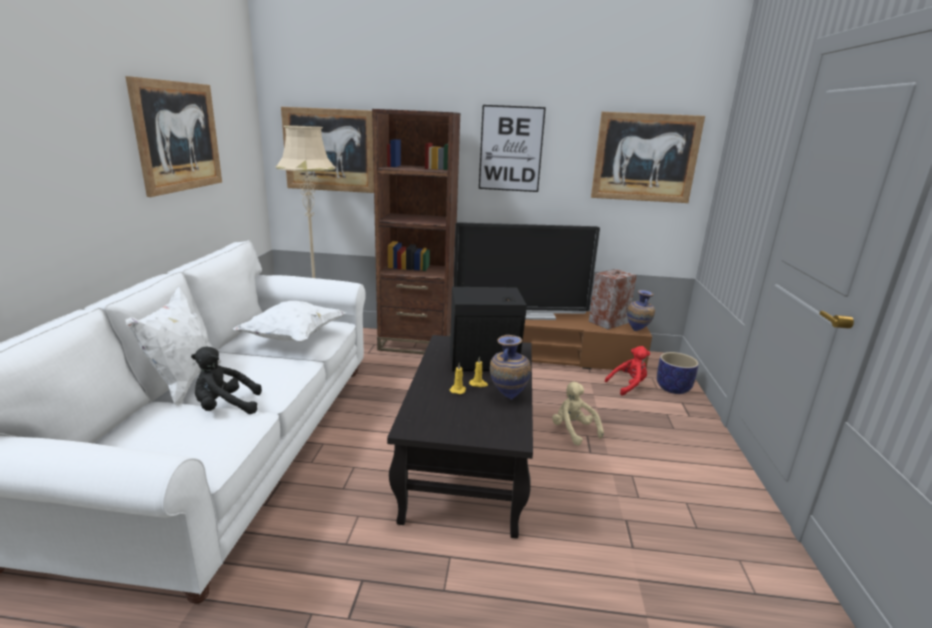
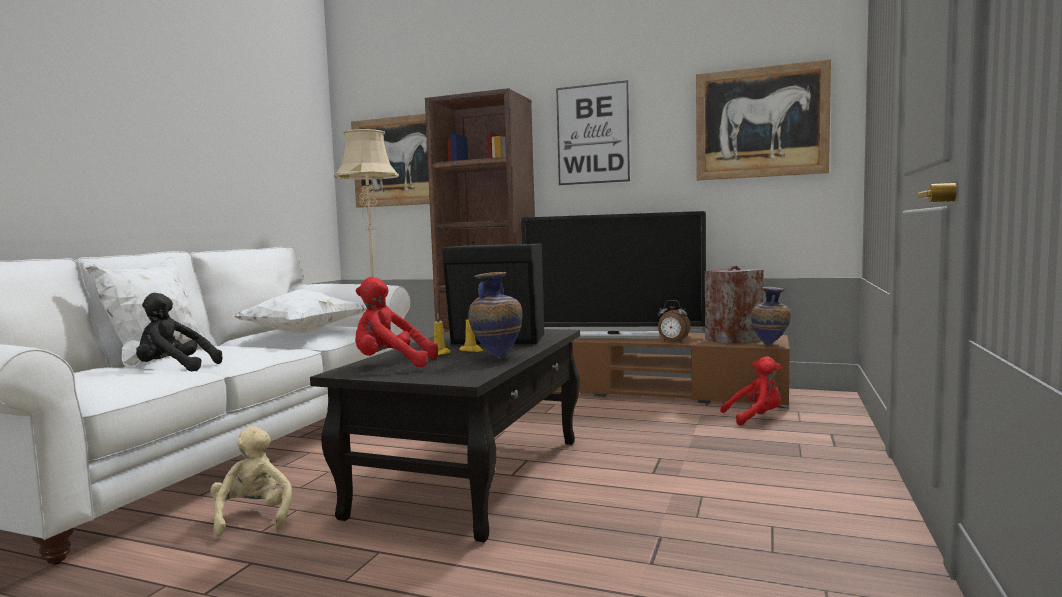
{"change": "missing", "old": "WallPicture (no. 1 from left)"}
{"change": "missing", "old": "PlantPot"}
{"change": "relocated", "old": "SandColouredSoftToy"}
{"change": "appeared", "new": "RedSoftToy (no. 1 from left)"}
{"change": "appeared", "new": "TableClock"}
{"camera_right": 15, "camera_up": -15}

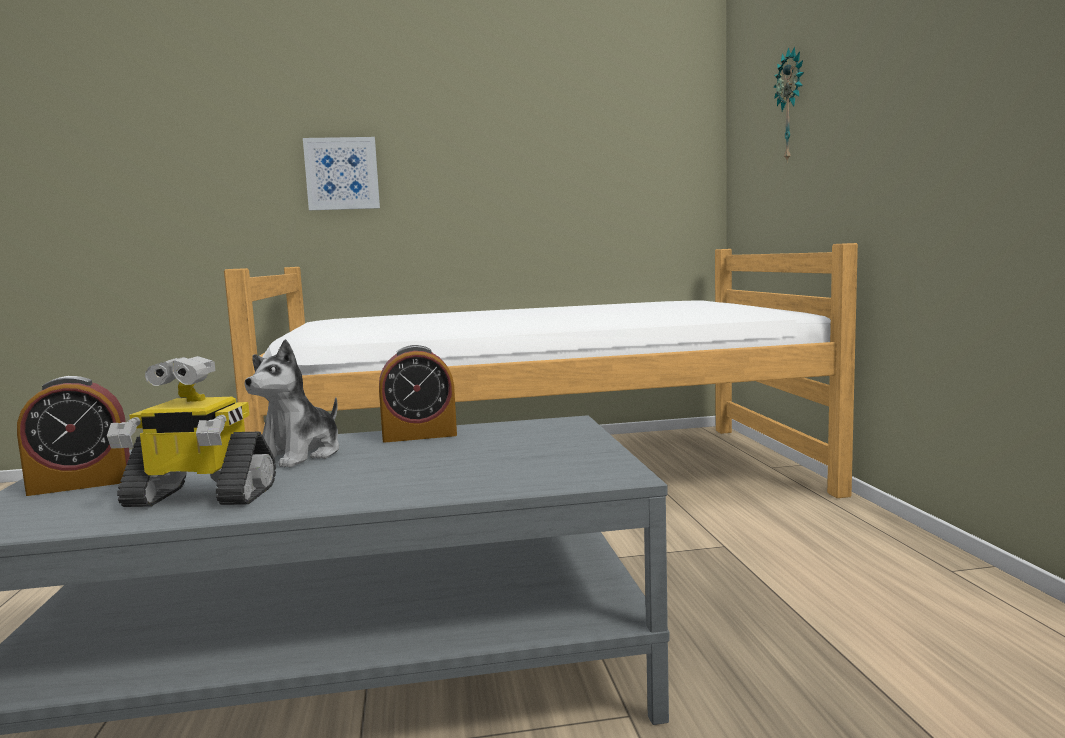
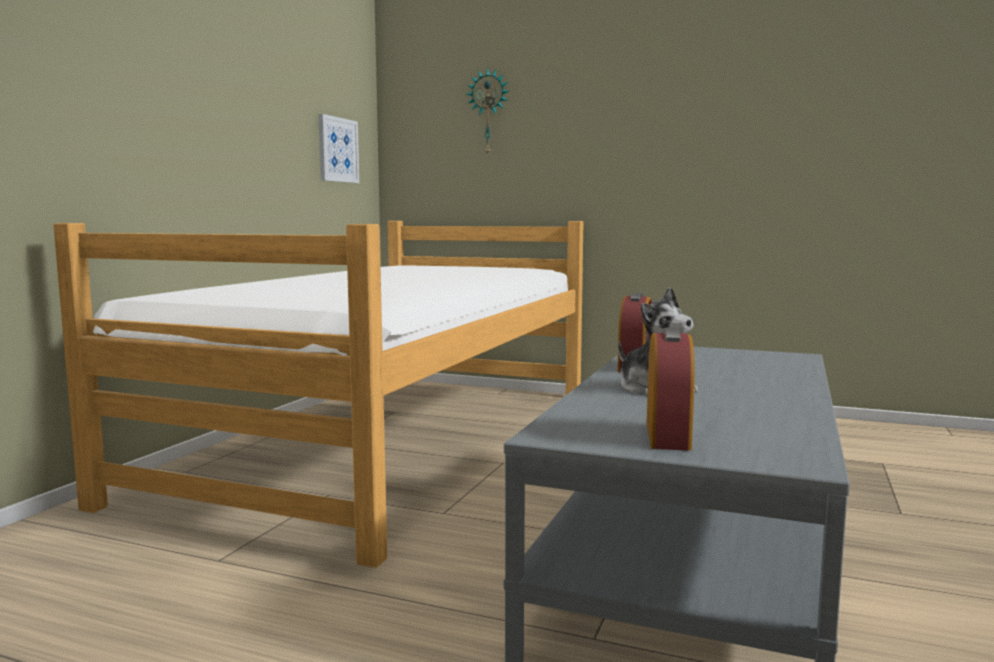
{"change": "relocated", "old": "WallPicture"}
{"change": "missing", "old": "ModelRobot"}
{"camera_right": -60, "camera_up": 0}

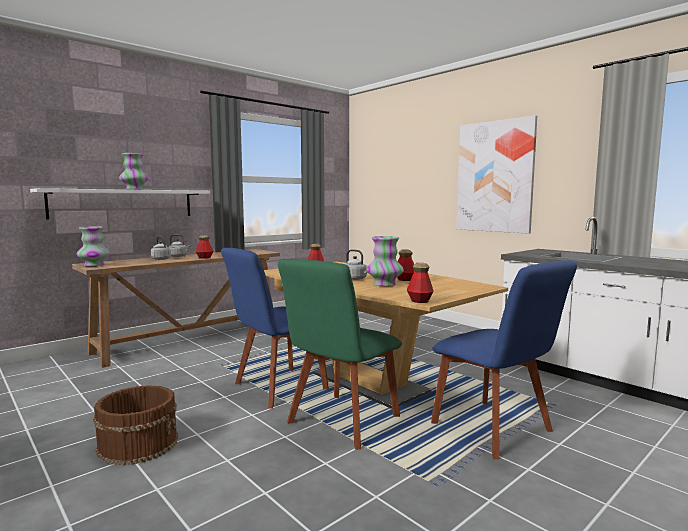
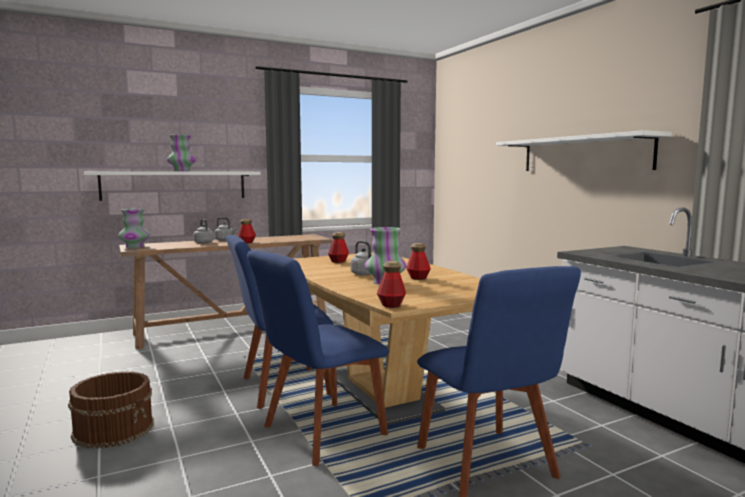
{"change": "exchanged", "old": "WallPicture", "new": "WhitishWallShelf (no. 2 from left)"}
{"change": "colour", "old": "GreenChair", "new": "BluishChair (no. 2 from left)"}
{"camera_right": 15, "camera_up": 0}

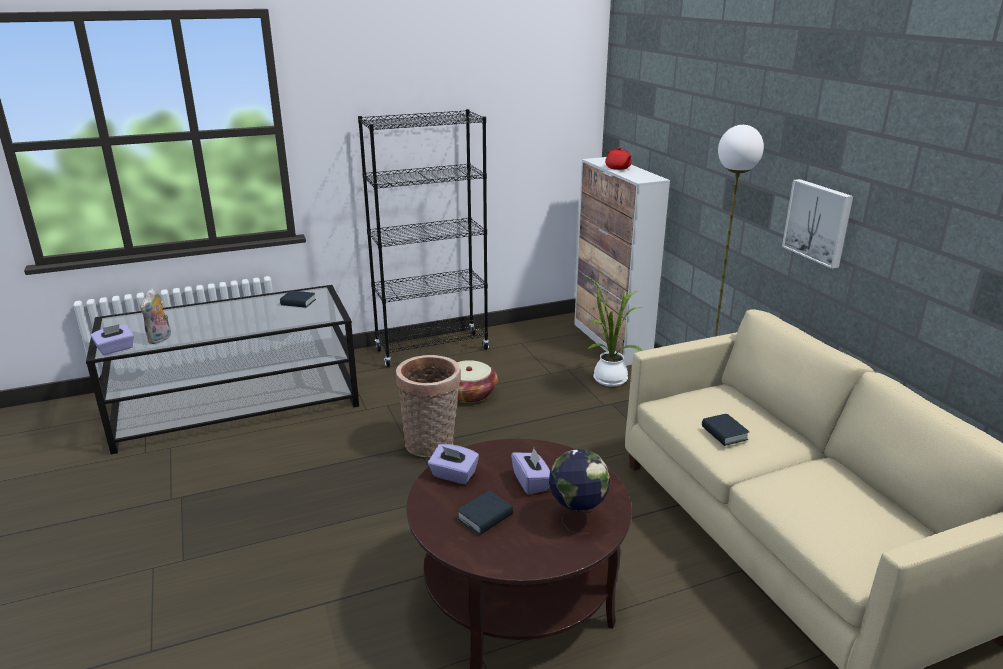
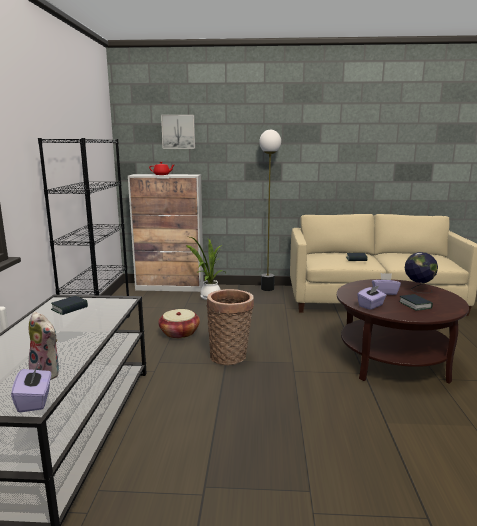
{"change": "relocated", "old": "WallPicture"}
{"camera_right": -65, "camera_up": -10}

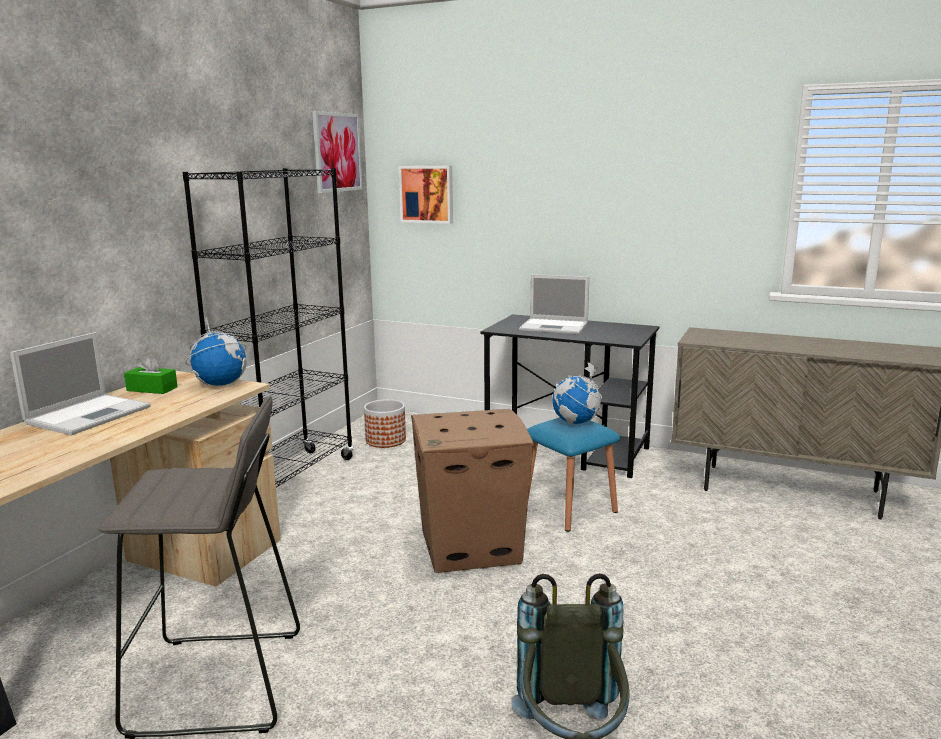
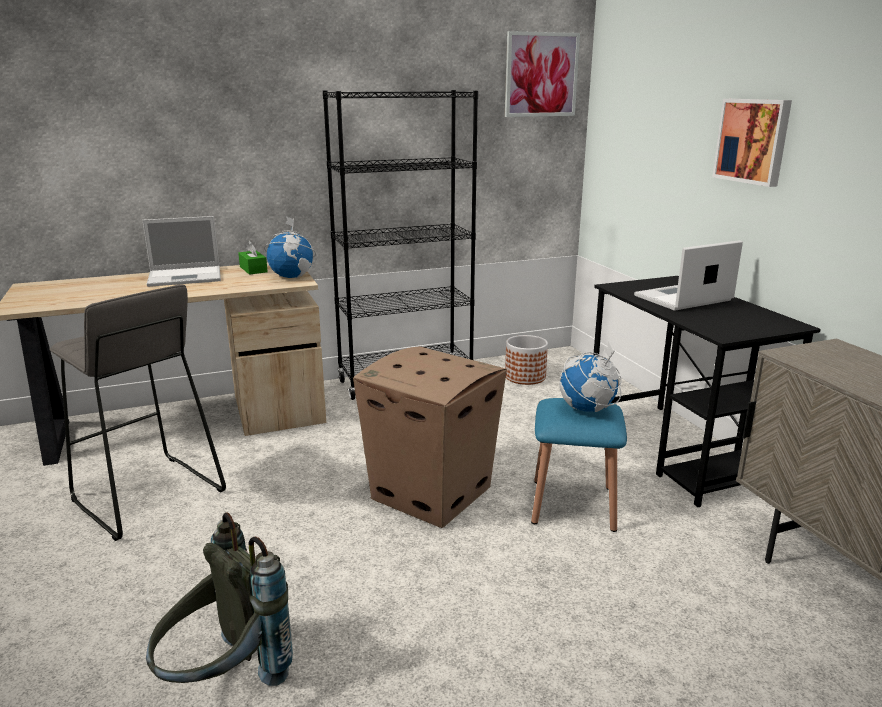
{"change": "relocated", "old": "WallPicture (no. 2 from left)"}
{"change": "spun", "old": "Laptop (no. 2 from left)", "degrees": 90}
{"camera_right": 45, "camera_up": 5}

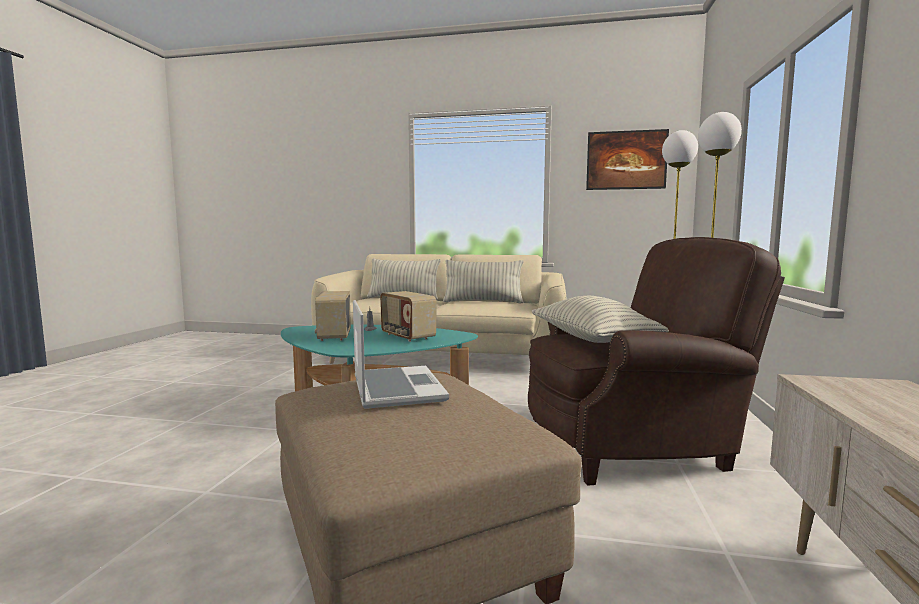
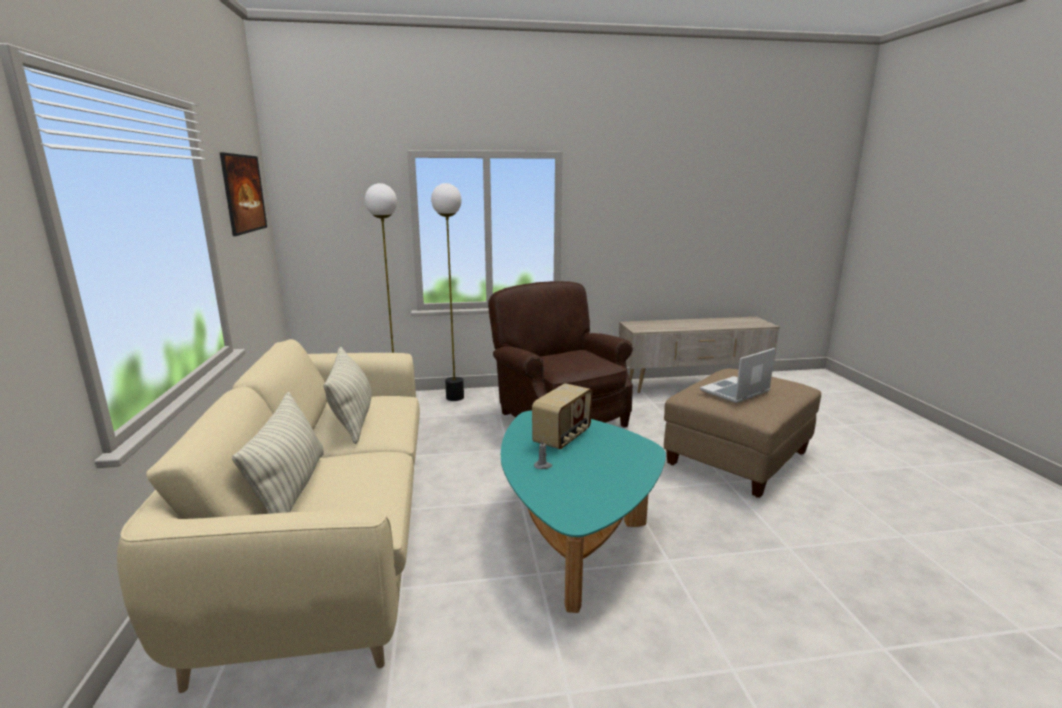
{"change": "missing", "old": "Radio (no. 1 from left)"}
{"change": "missing", "old": "ThrowPillow (no. 3 from left)"}
{"camera_right": -110, "camera_up": 10}

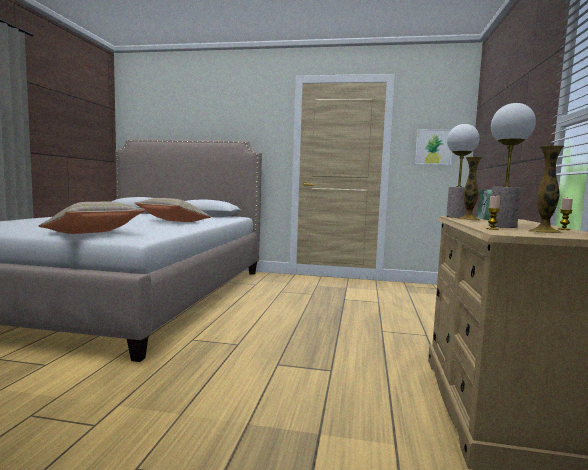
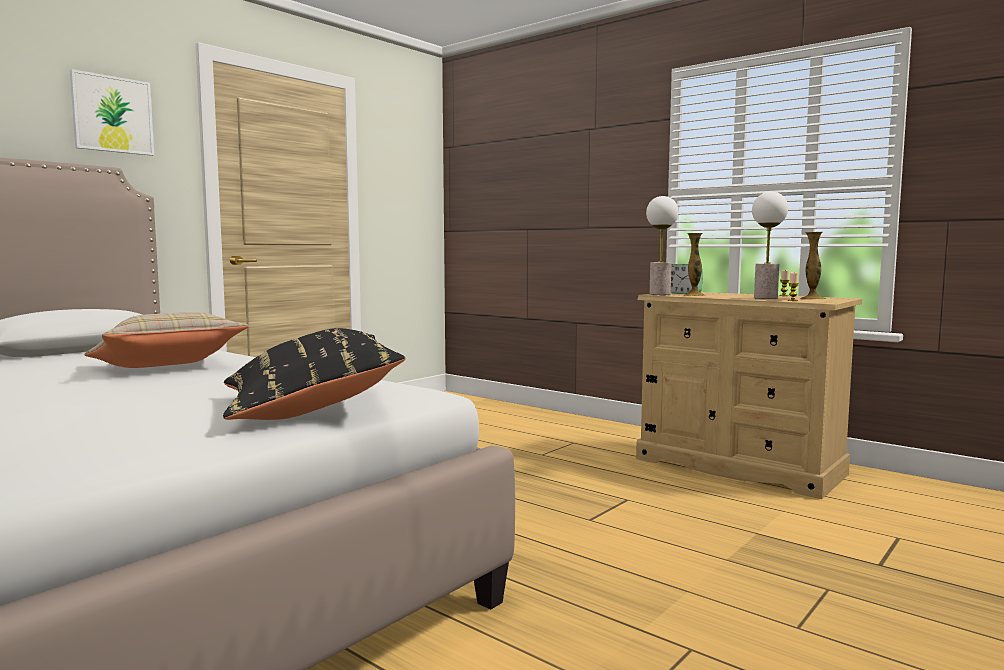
{"change": "relocated", "old": "WallPicture"}
{"change": "colour", "old": "SandColouredThrowPillow (no. 1 from left)", "new": "BlackColouredThrowPillow"}
{"camera_right": -60, "camera_up": 0}

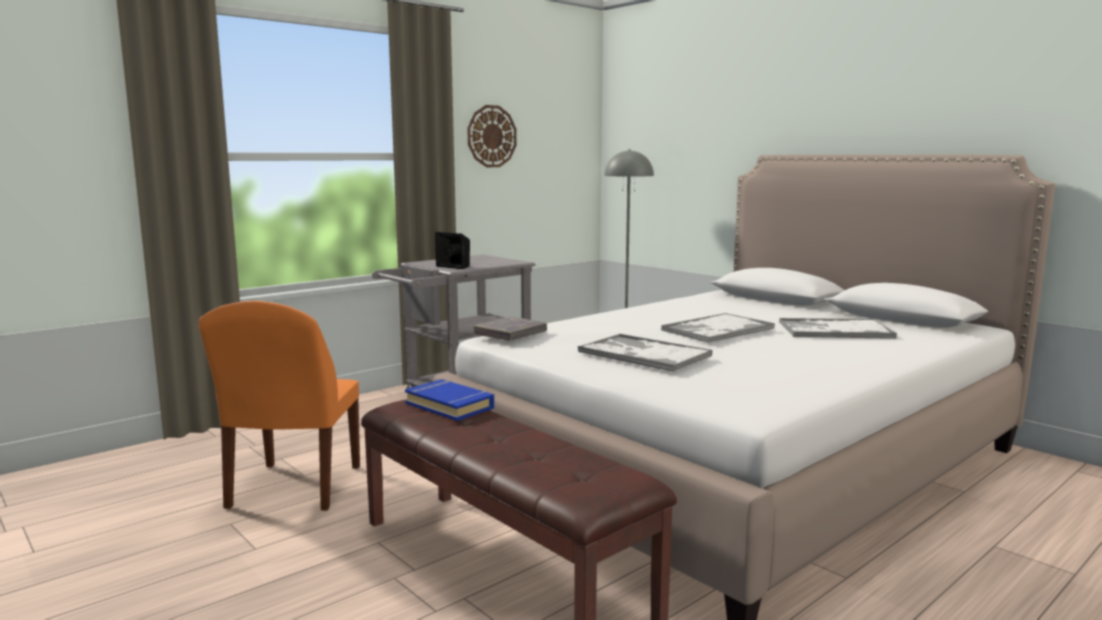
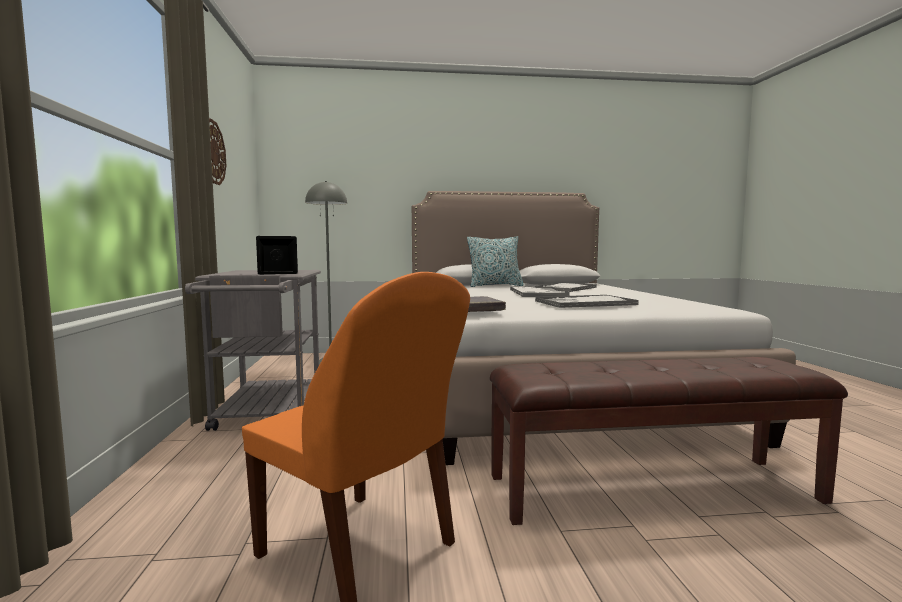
{"change": "missing", "old": "BluishVolume"}
{"change": "appeared", "new": "ThrowPillow"}
{"camera_right": -55, "camera_up": -5}

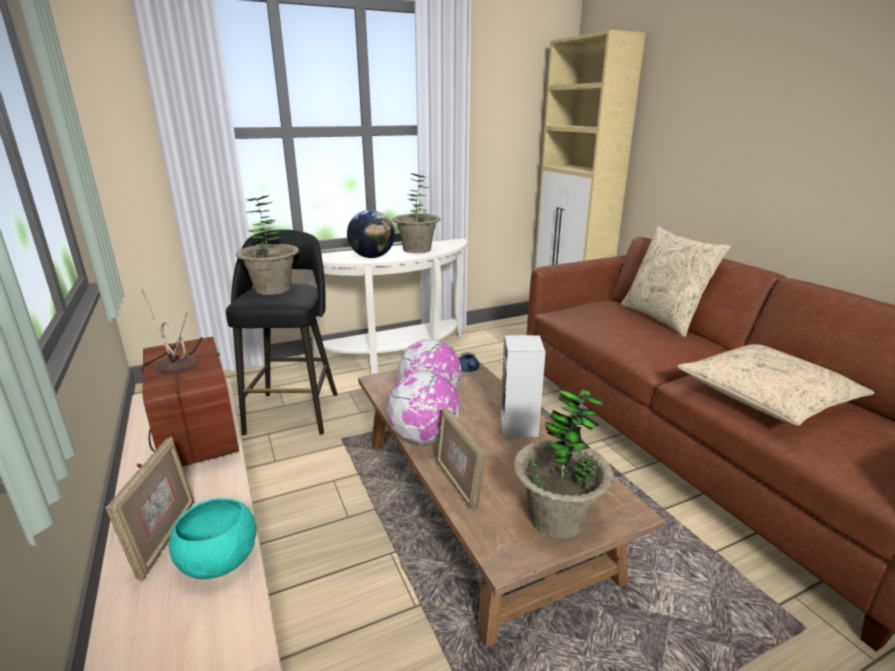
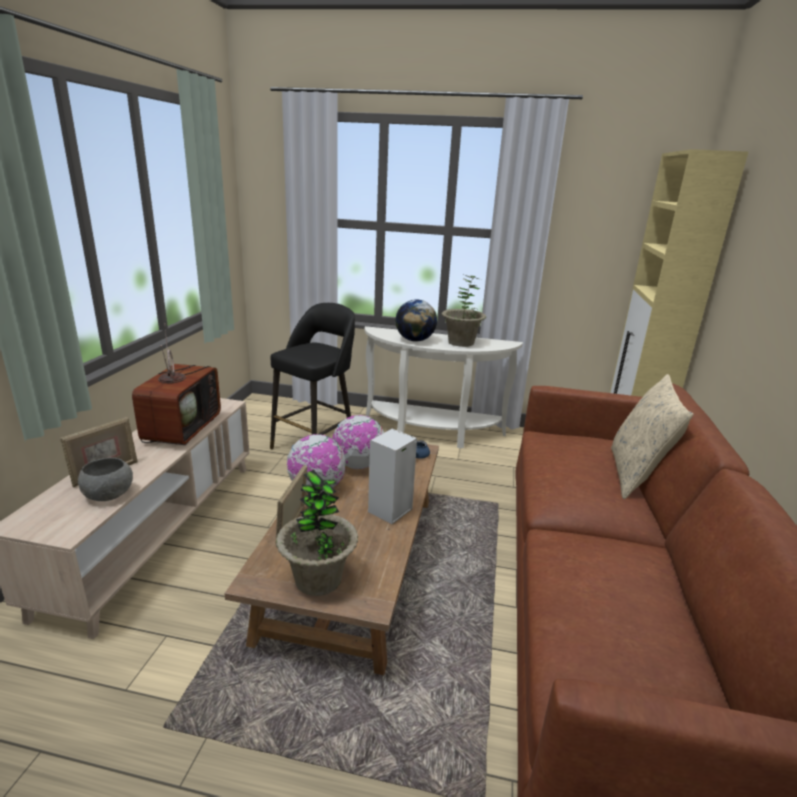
{"change": "missing", "old": "PlantInAPot (no. 1 from left)"}
{"change": "missing", "old": "SandColouredThrowPillow (no. 2 from left)"}
{"change": "colour", "old": "TurquoiseColouredBowl", "new": "GrayBowl"}
{"camera_right": 35, "camera_up": 0}

